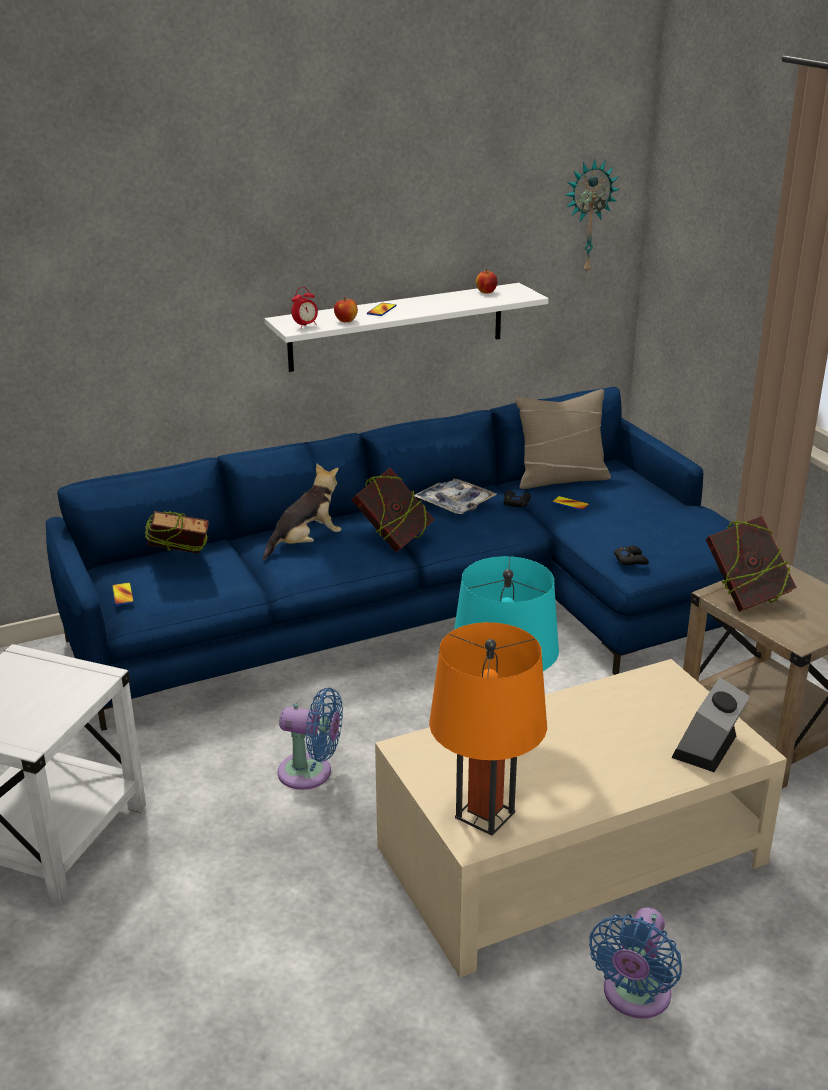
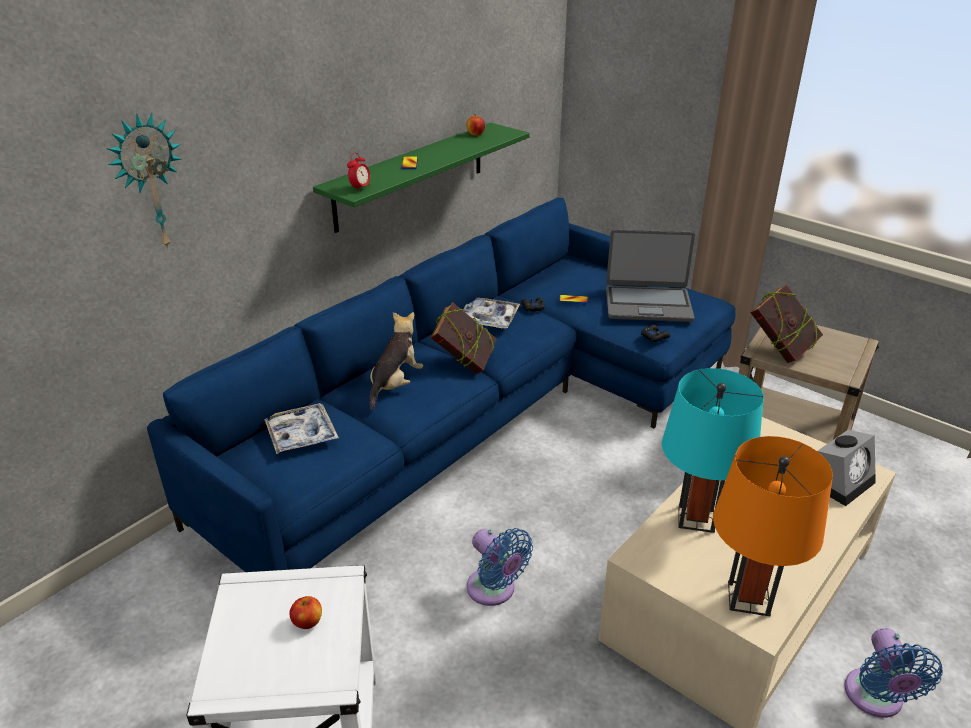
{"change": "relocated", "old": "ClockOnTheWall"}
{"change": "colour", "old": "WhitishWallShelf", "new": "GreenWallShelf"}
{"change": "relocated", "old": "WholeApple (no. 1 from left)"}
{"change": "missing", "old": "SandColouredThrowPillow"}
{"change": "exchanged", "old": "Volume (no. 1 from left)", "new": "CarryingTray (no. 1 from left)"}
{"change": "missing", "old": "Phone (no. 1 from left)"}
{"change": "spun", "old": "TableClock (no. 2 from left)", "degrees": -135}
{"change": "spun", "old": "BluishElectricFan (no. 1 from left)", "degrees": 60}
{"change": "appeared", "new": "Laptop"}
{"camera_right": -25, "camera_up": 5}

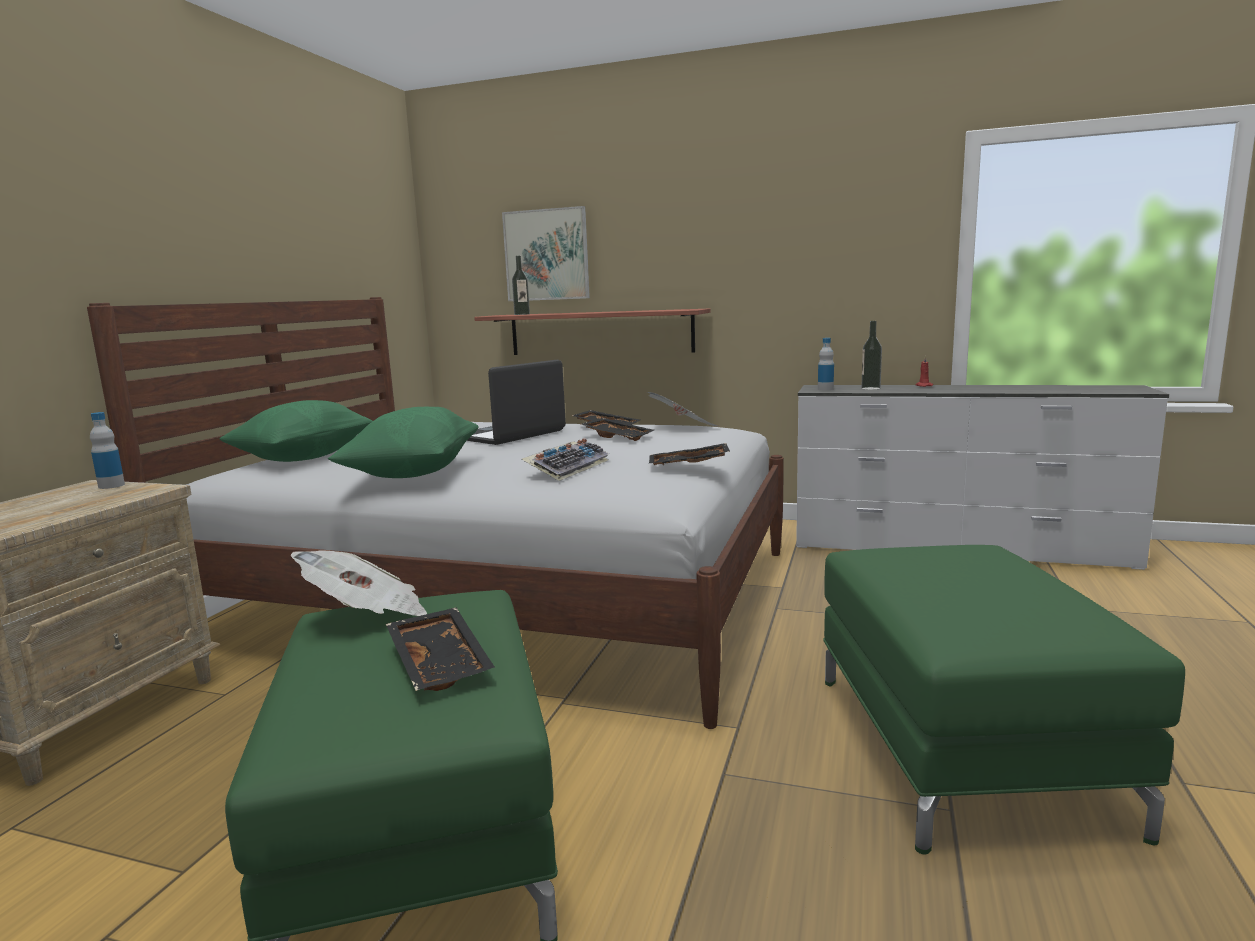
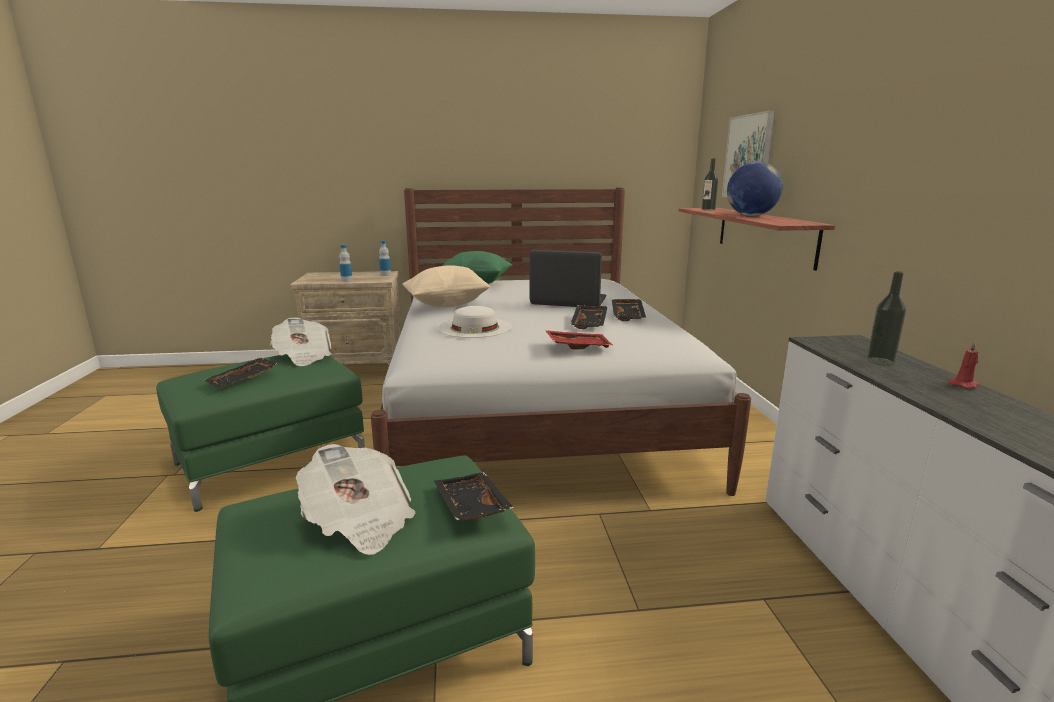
{"change": "relocated", "old": "BeverageBottle (no. 3 from left in the first image)", "new": "BeverageBottle (no. 1 from left)"}
{"change": "relocated", "old": "DailyPaper (no. 2 from left)"}
{"change": "colour", "old": "GreenThrowPillow (no. 2 from left)", "new": "SandColouredThrowPillow"}
{"change": "exchanged", "old": "PcKeyboard", "new": "WhitishWearableHat"}
{"change": "relocated", "old": "BlackColouredCarryingTray (no. 4 from left in the first image)", "new": "BlackColouredCarryingTray (no. 2 from left)"}
{"change": "appeared", "new": "Globe"}
{"change": "appeared", "new": "RedCarryingTray"}
{"camera_right": 65, "camera_up": 5}

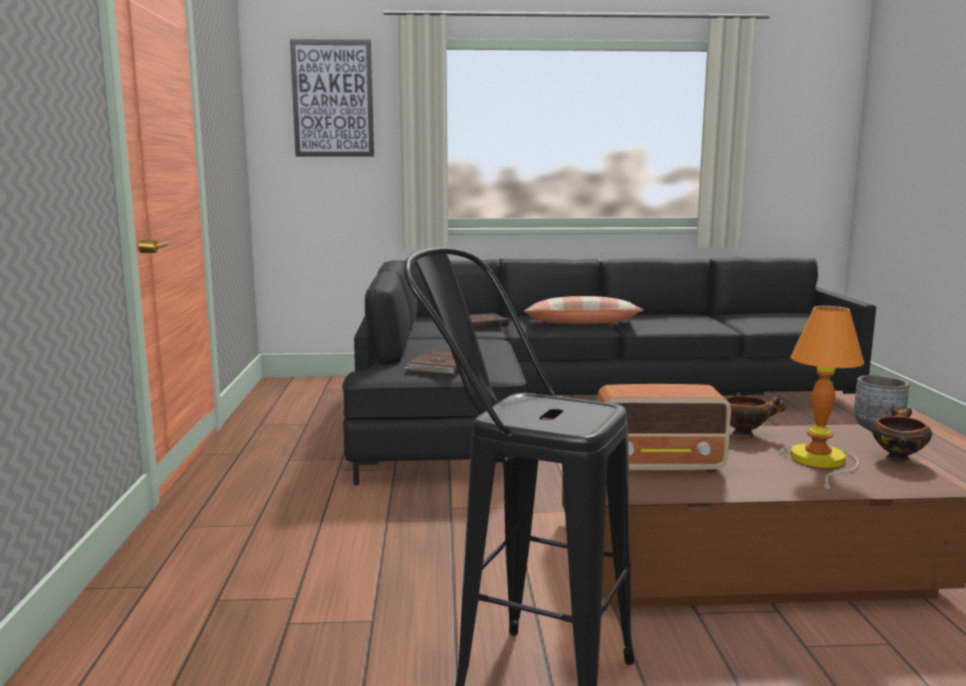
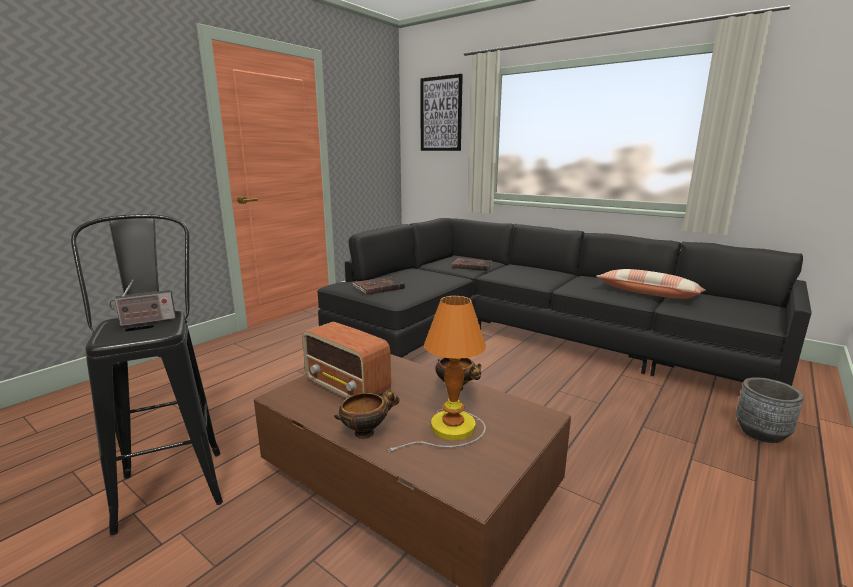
{"change": "relocated", "old": "ThrowPillow"}
{"change": "relocated", "old": "Bowl (no. 2 from left in the first image)", "new": "Bowl (no. 1 from left)"}
{"change": "appeared", "new": "Radio (no. 1 from left)"}
{"camera_right": 40, "camera_up": 5}

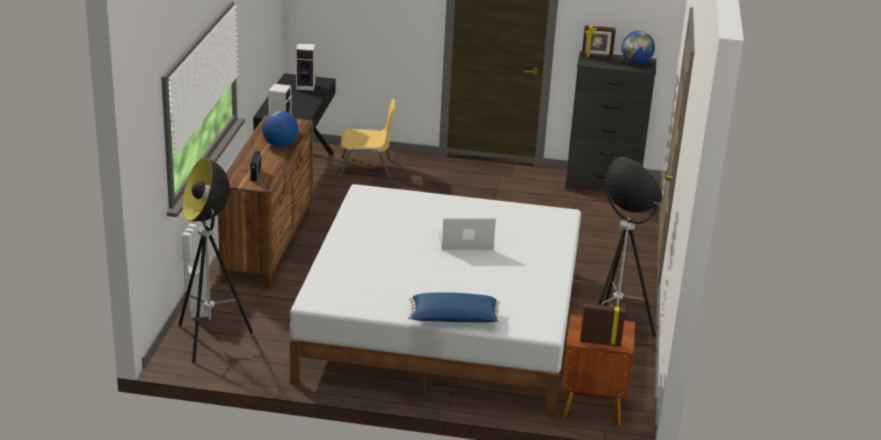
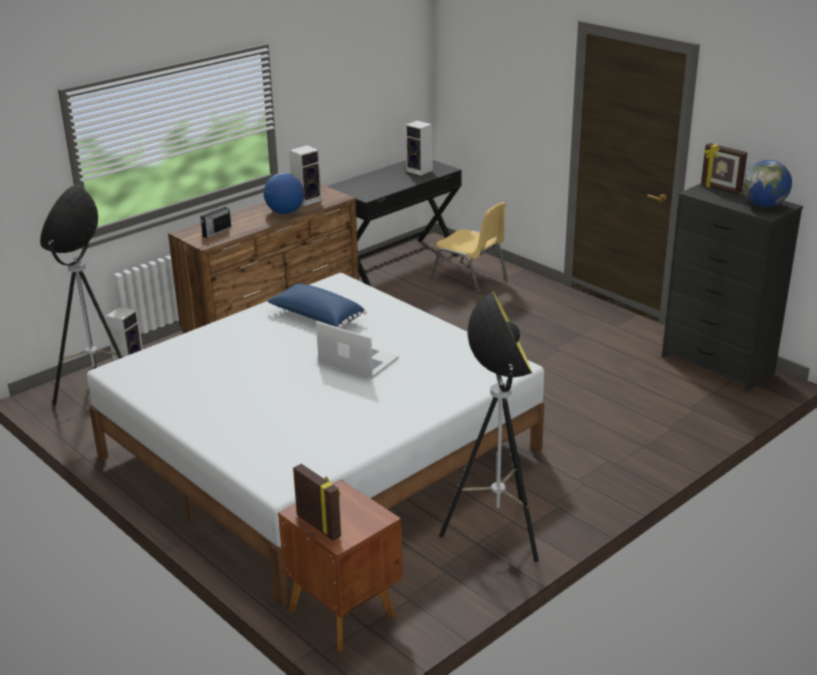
{"change": "relocated", "old": "BluishThrowPillow"}
{"camera_right": 40, "camera_up": 0}

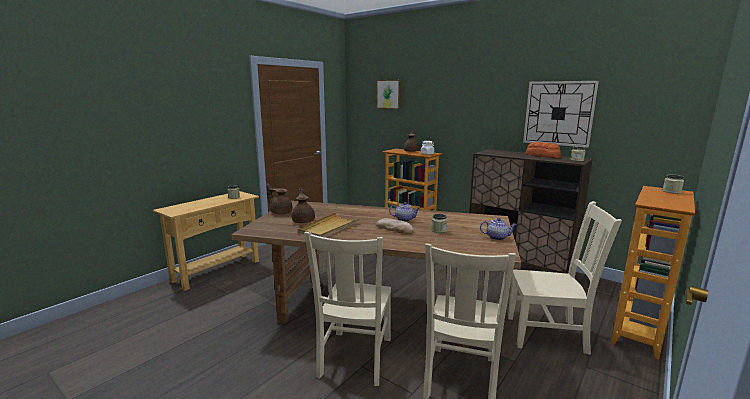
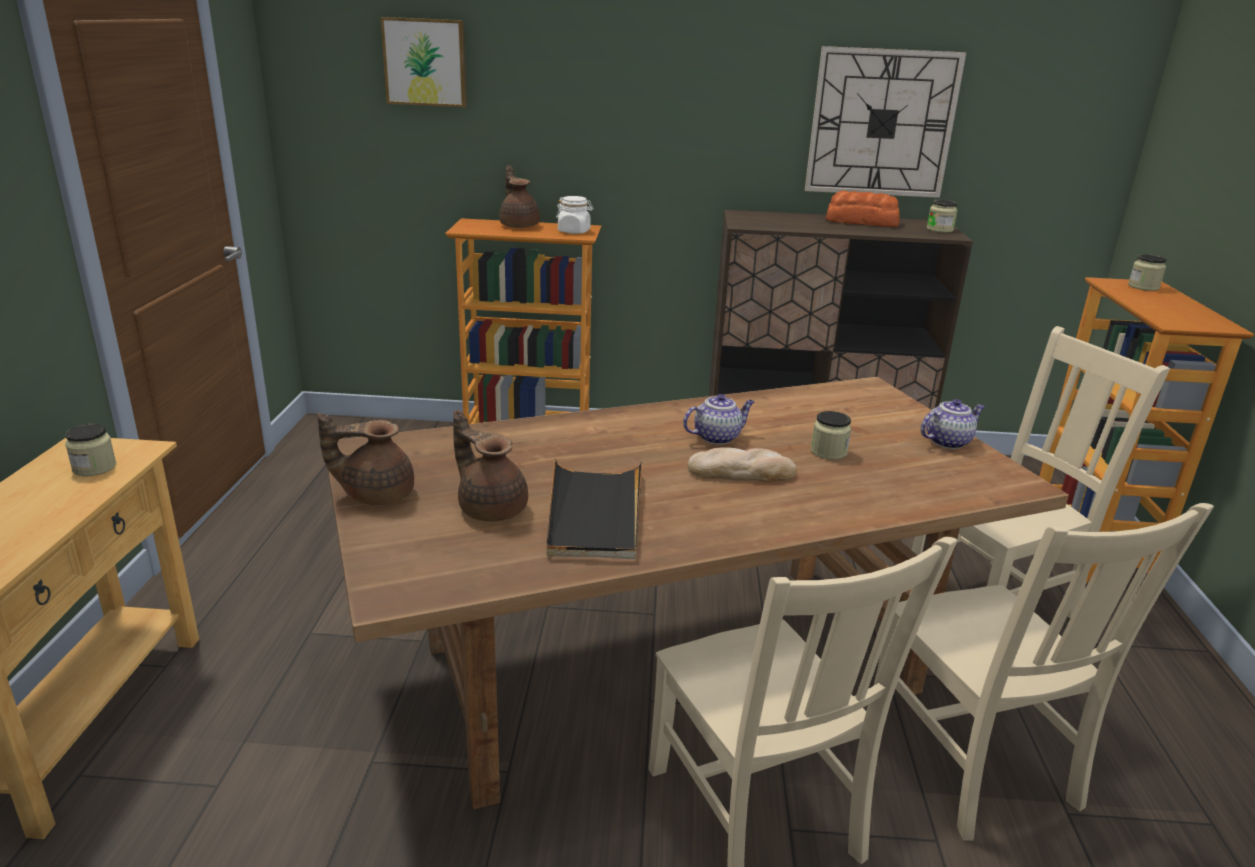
{"change": "colour", "old": "SandColouredCarryingTray", "new": "BlackColouredCarryingTray"}
{"camera_right": -35, "camera_up": 10}

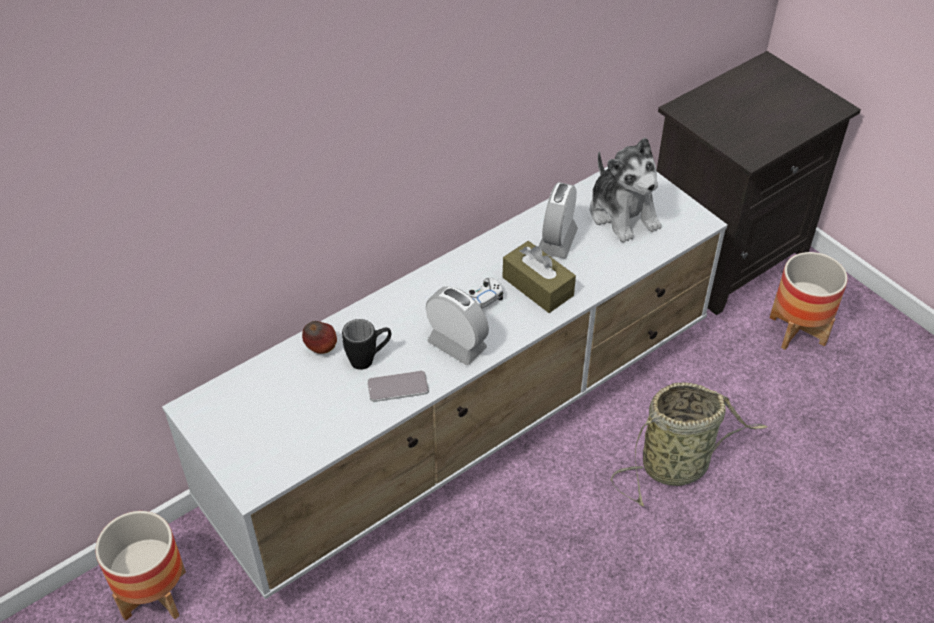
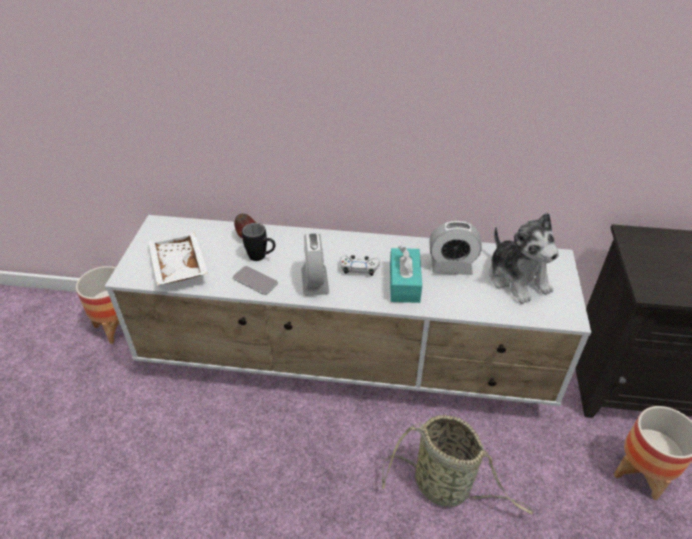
{"change": "spun", "old": "SoftToy", "degrees": -45}
{"change": "spun", "old": "TableClock (no. 2 from left)", "degrees": -150}
{"change": "colour", "old": "BrownColouredBoxOfTissues", "new": "TurquoiseColouredBoxOfTissues"}
{"change": "appeared", "new": "WhitishCarryingTray"}
{"camera_right": 45, "camera_up": -5}

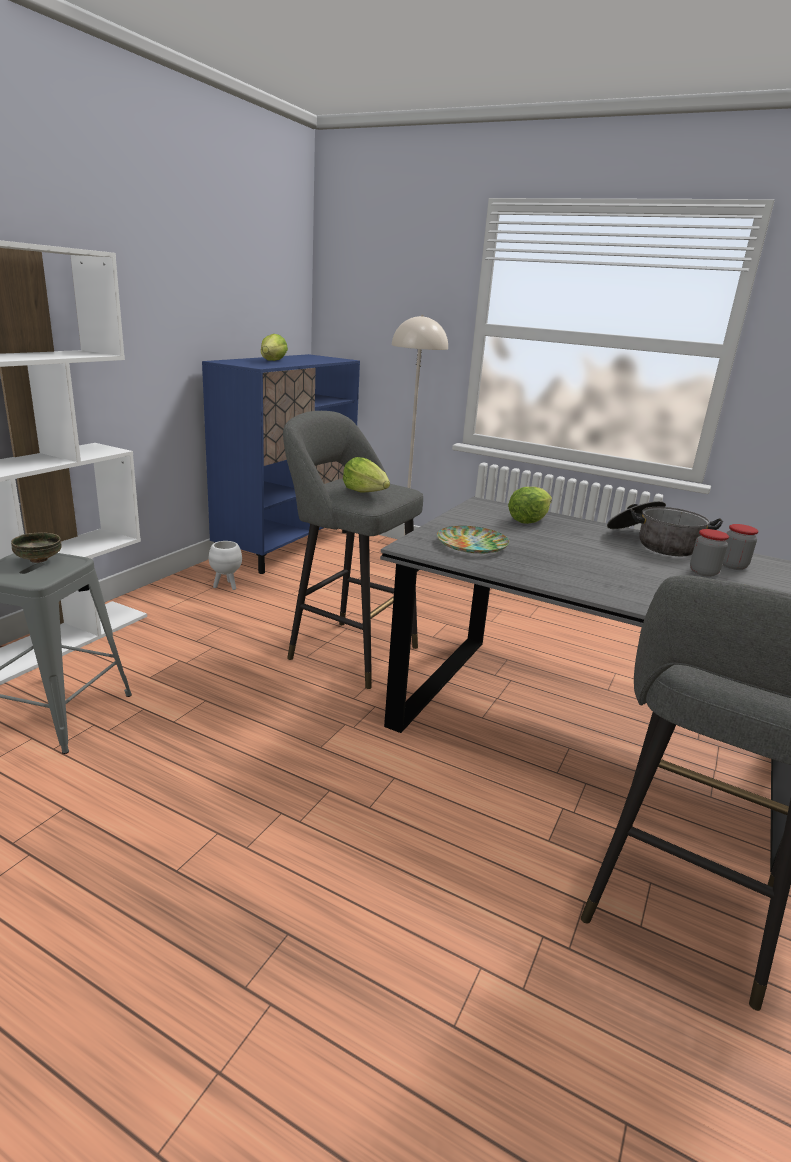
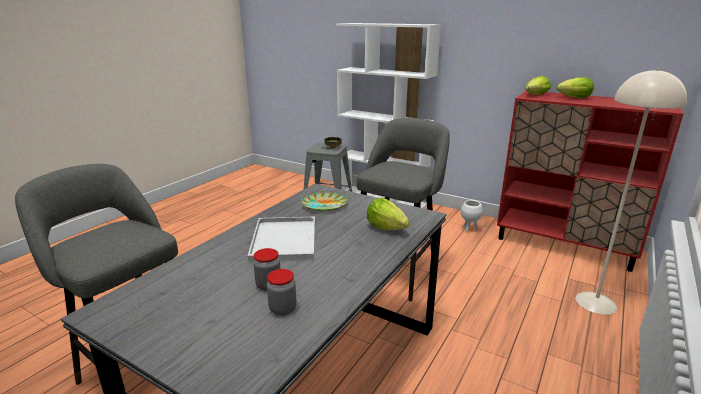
{"change": "colour", "old": "BluishStorageCabinet", "new": "RedStorageCabinet"}
{"change": "relocated", "old": "LettuceHead (no. 2 from left)"}
{"change": "missing", "old": "CookingPot"}
{"change": "appeared", "new": "WhitishCarryingTray"}
{"camera_right": 95, "camera_up": 0}

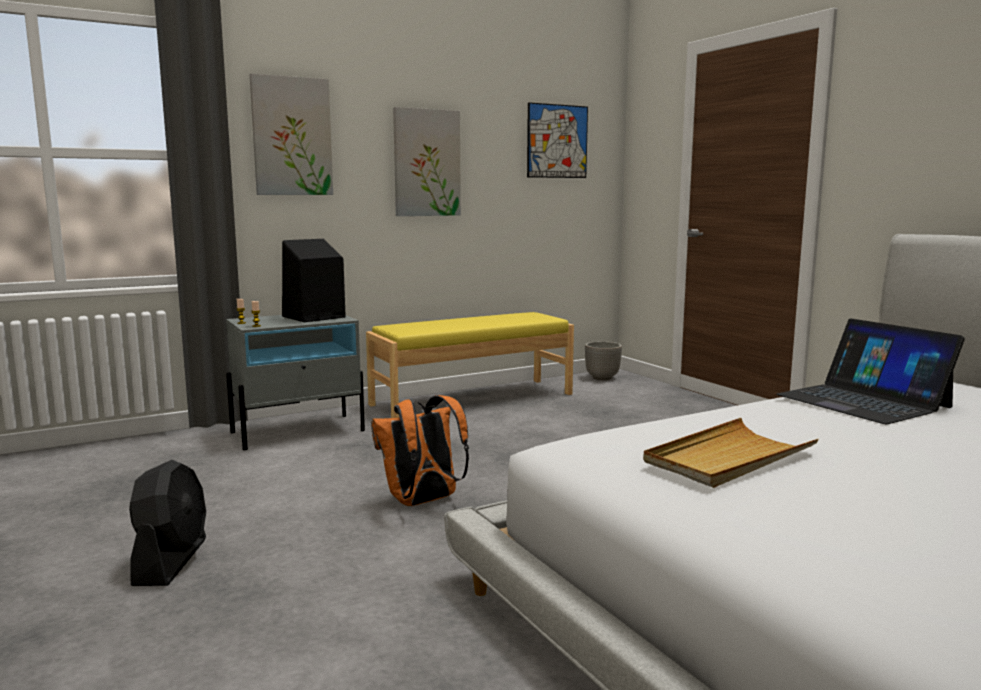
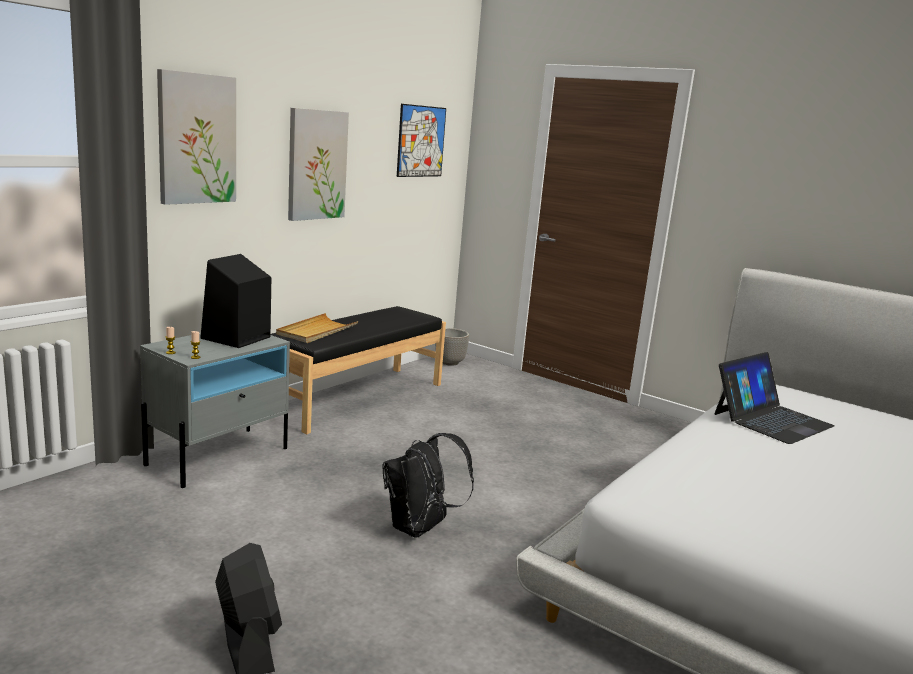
{"change": "colour", "old": "YellowishLongSeat", "new": "BlackColouredLongSeat"}
{"change": "spun", "old": "Laptop", "degrees": -75}
{"change": "colour", "old": "OrangeyBackpack", "new": "BlackColouredBackpack"}
{"change": "relocated", "old": "SandColouredCarryingTray"}
{"camera_right": -25, "camera_up": 5}

